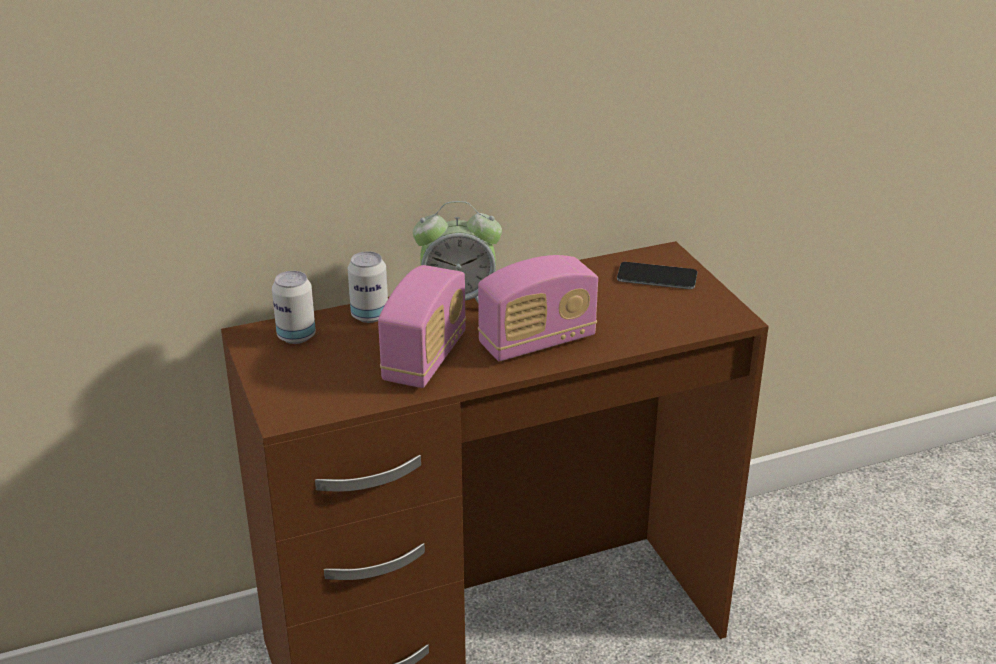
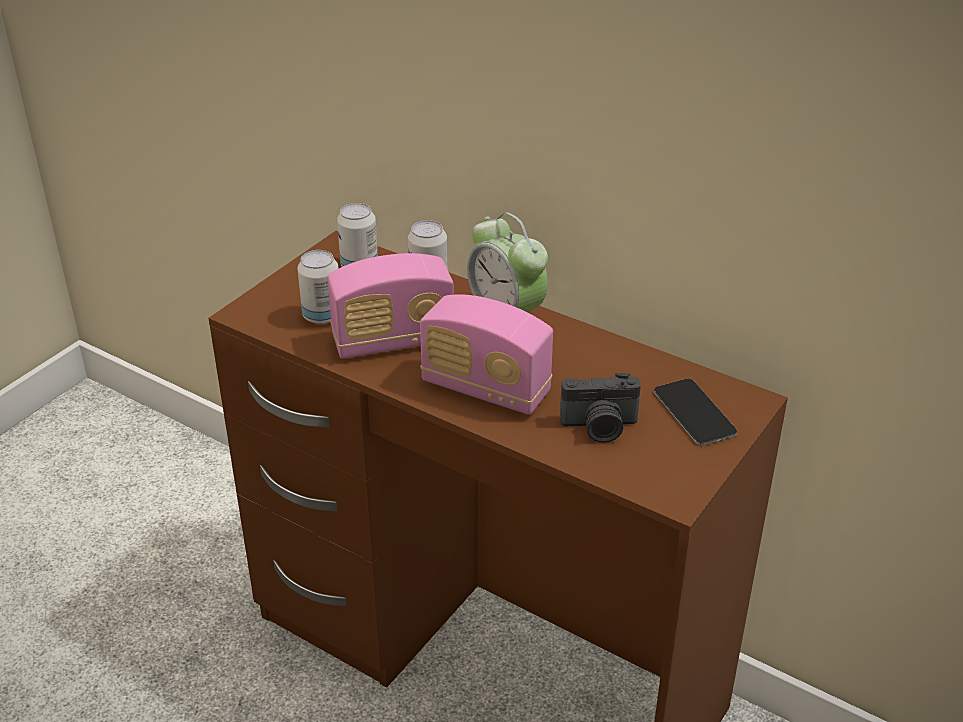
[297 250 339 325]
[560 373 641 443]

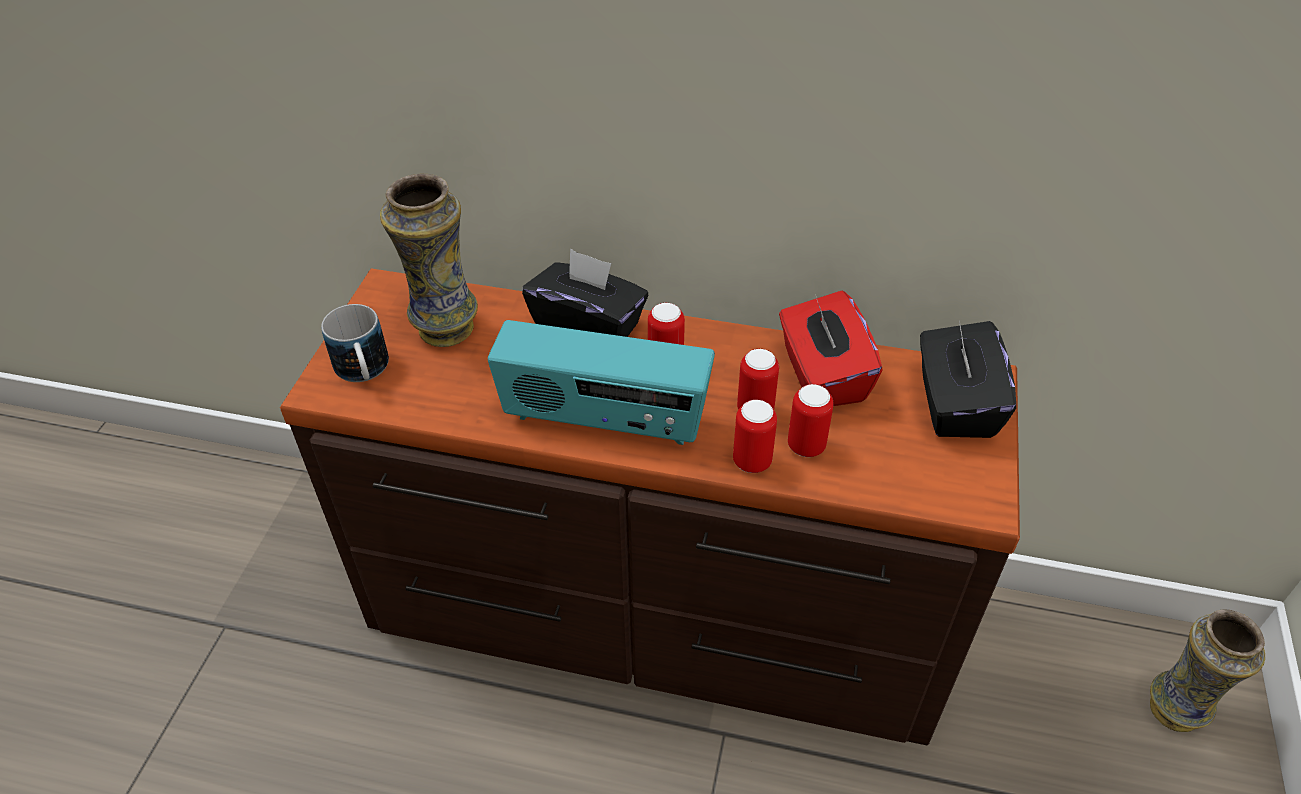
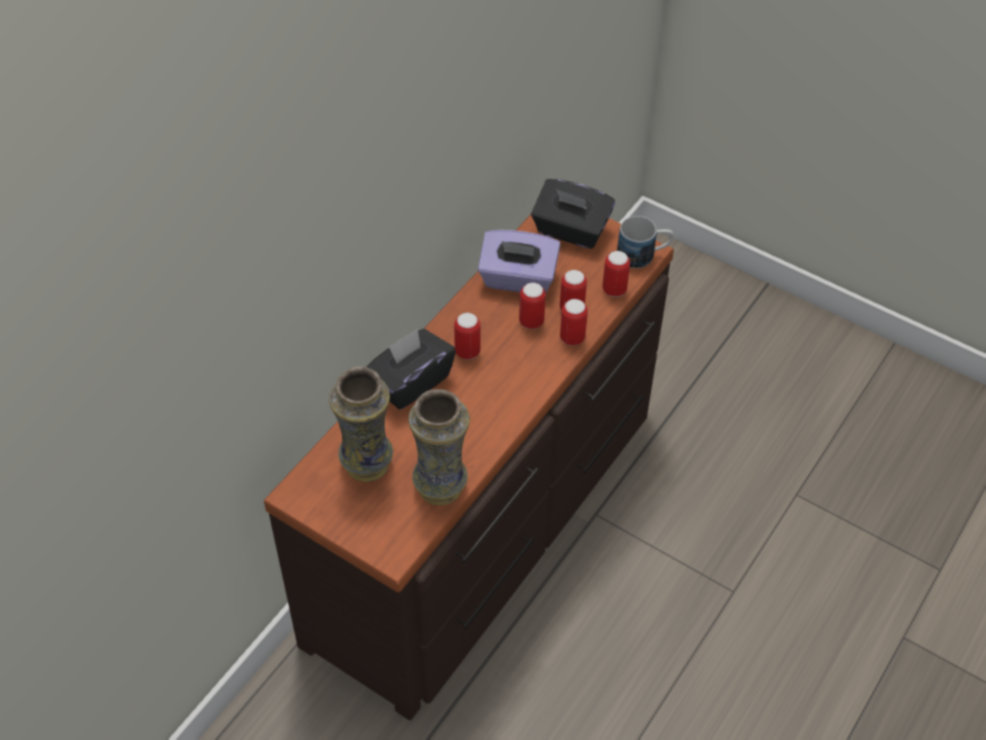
[617 216 674 268]
[488 320 715 445] (first image)
[478 230 560 293]
[408 389 470 506]
[602 251 630 297]

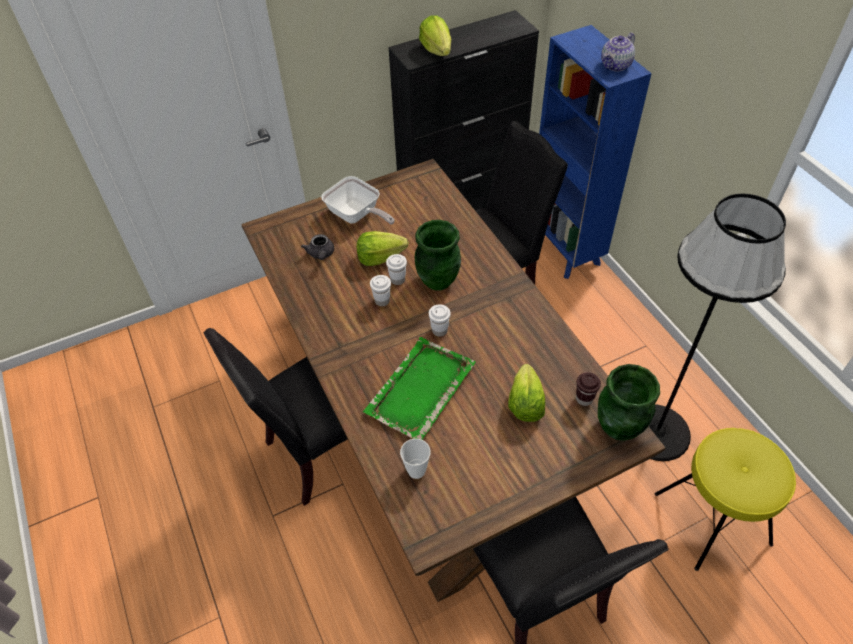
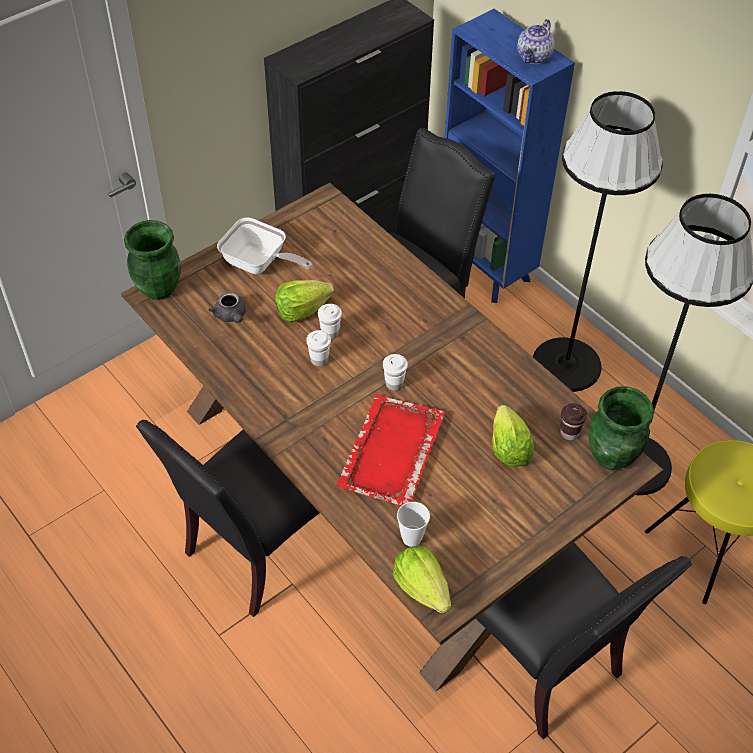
[336 394 445 505]
[124 220 181 300]
[393 546 451 614]
[533 91 663 392]

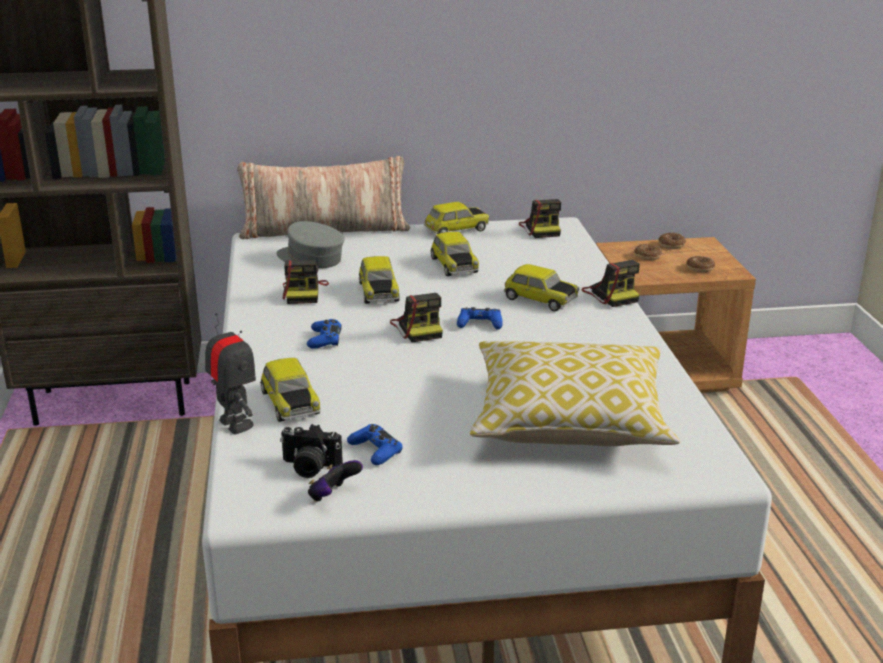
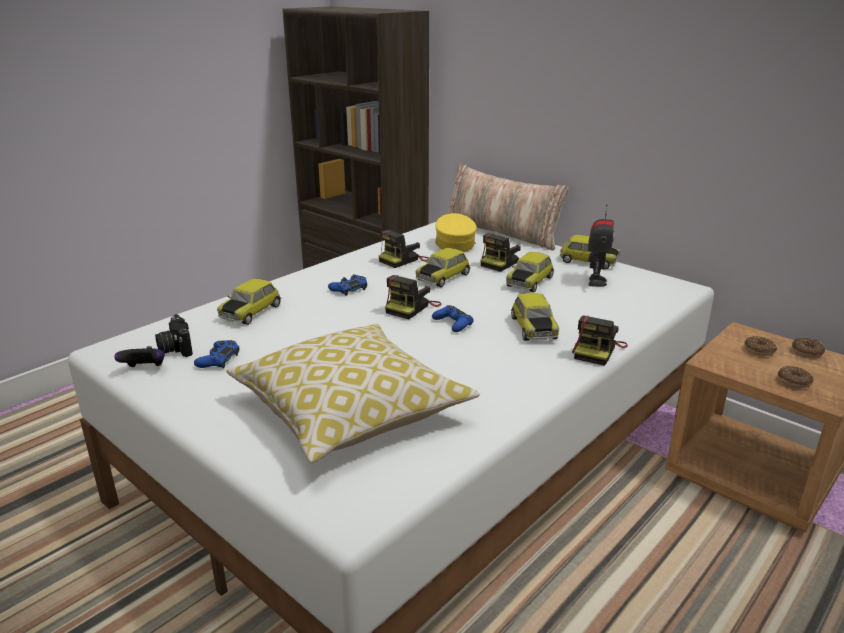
[588 204 615 287]
[435 213 477 252]
[480 233 521 272]

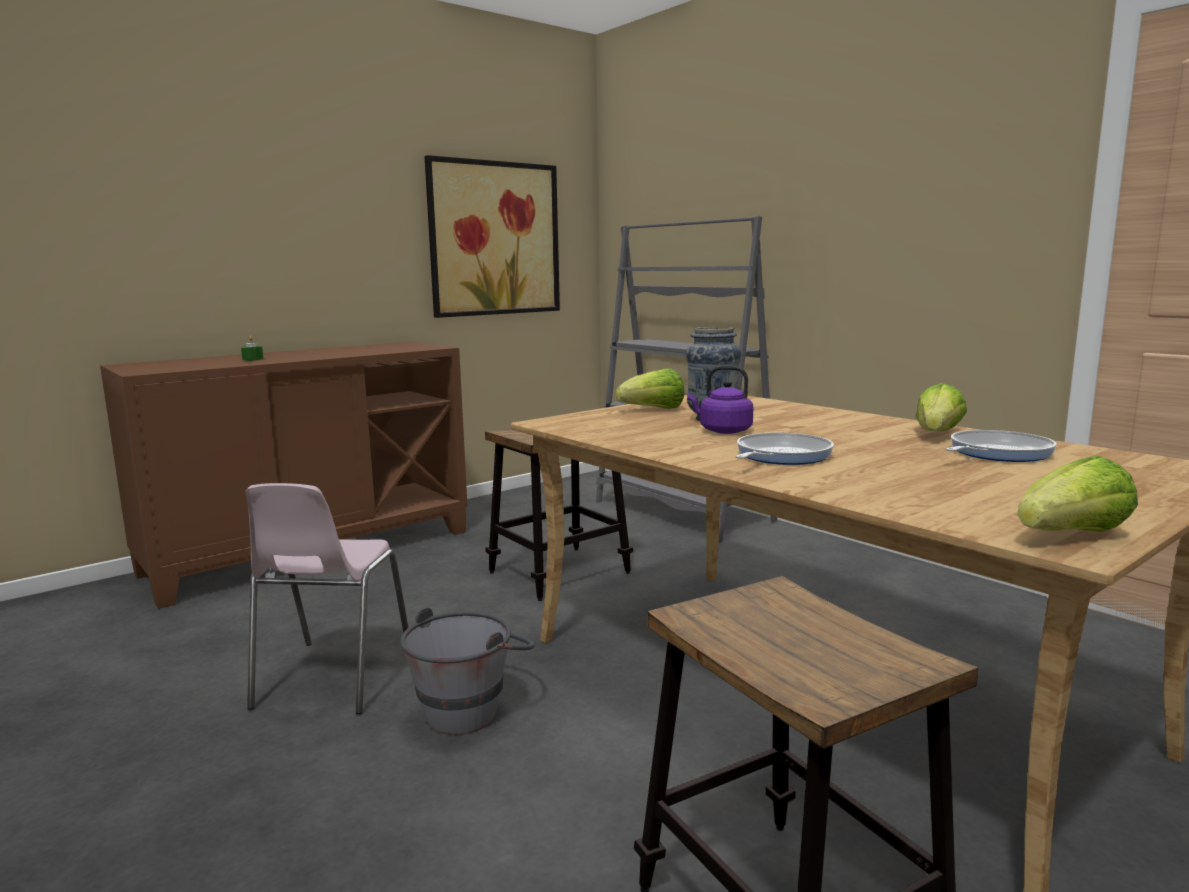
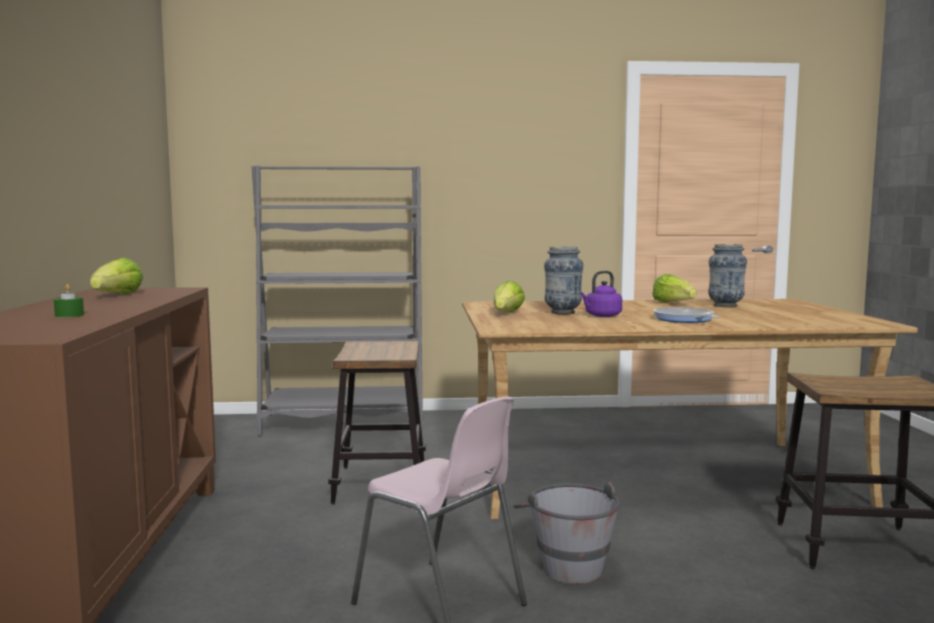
[424 155 560 318] (first image)
[708 244 747 307]
[90 258 143 294]

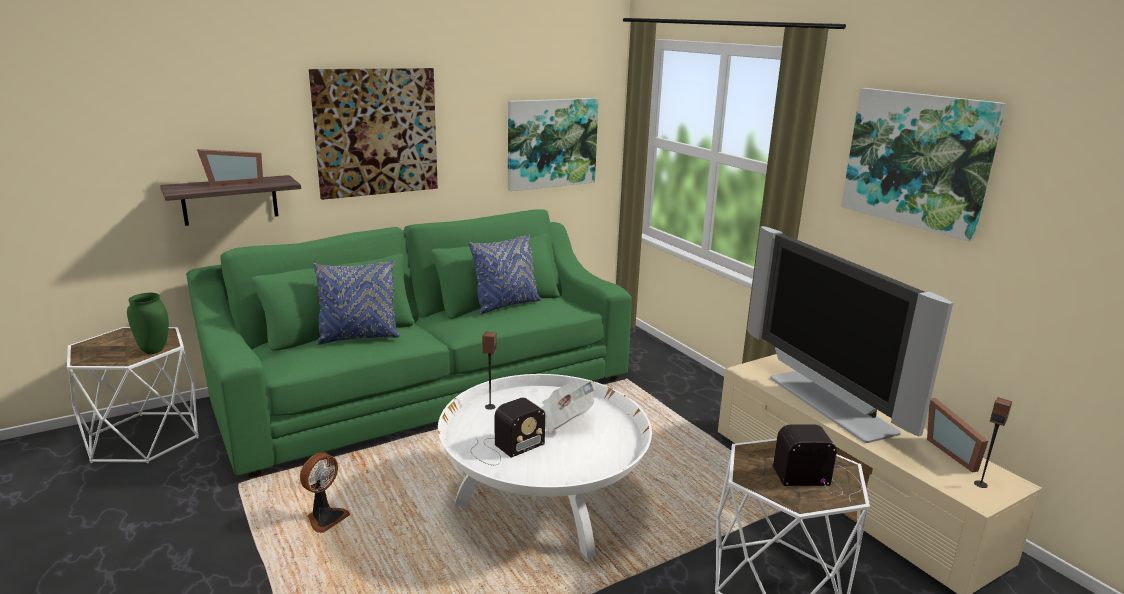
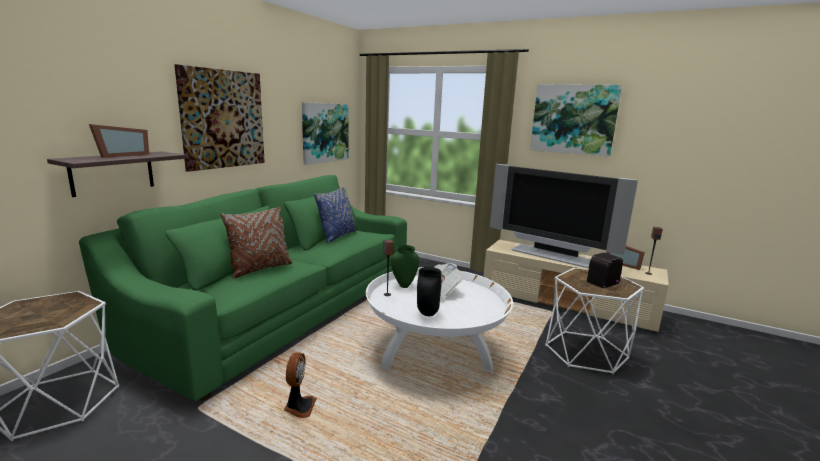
[391 245 419 288]
[221 207 292 279]
[417 267 441 316]

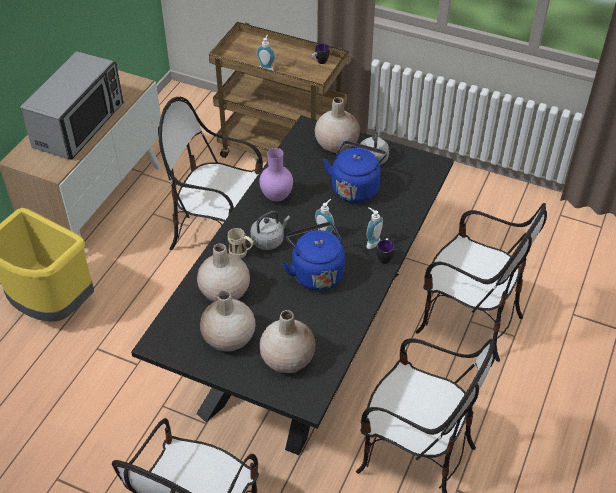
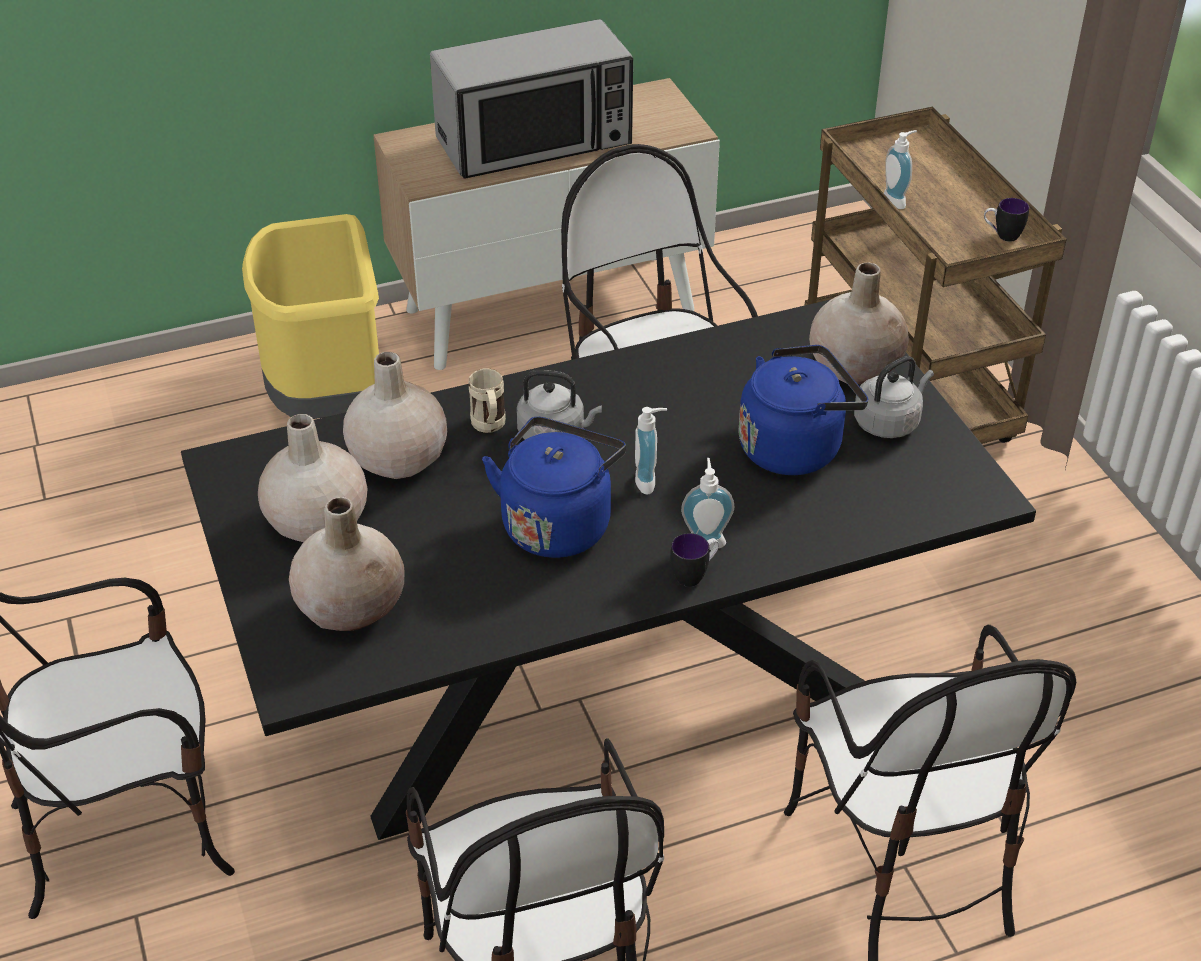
[259 148 293 202] (first image)

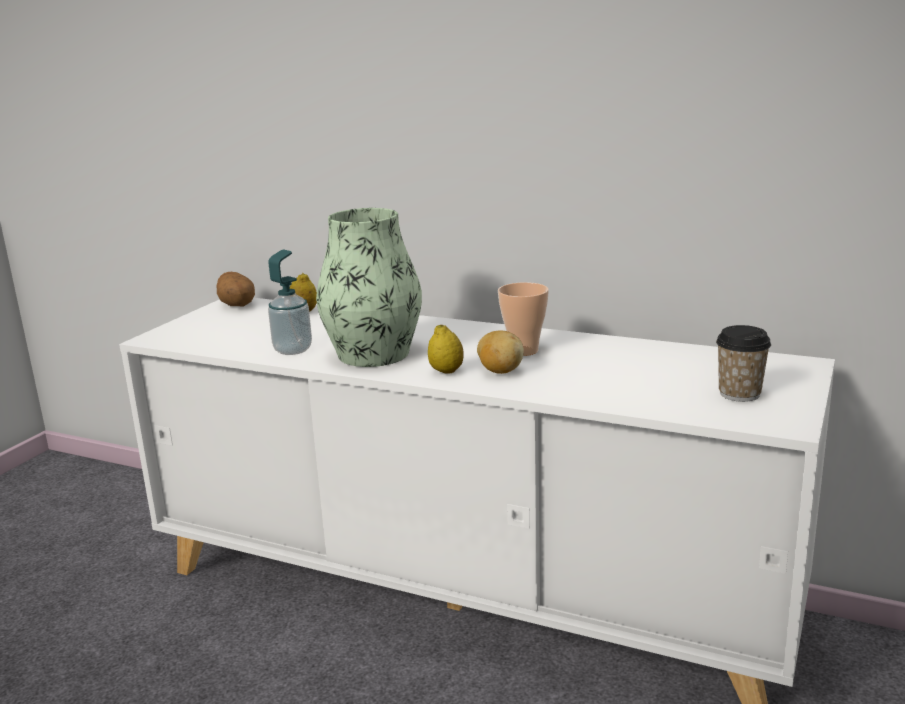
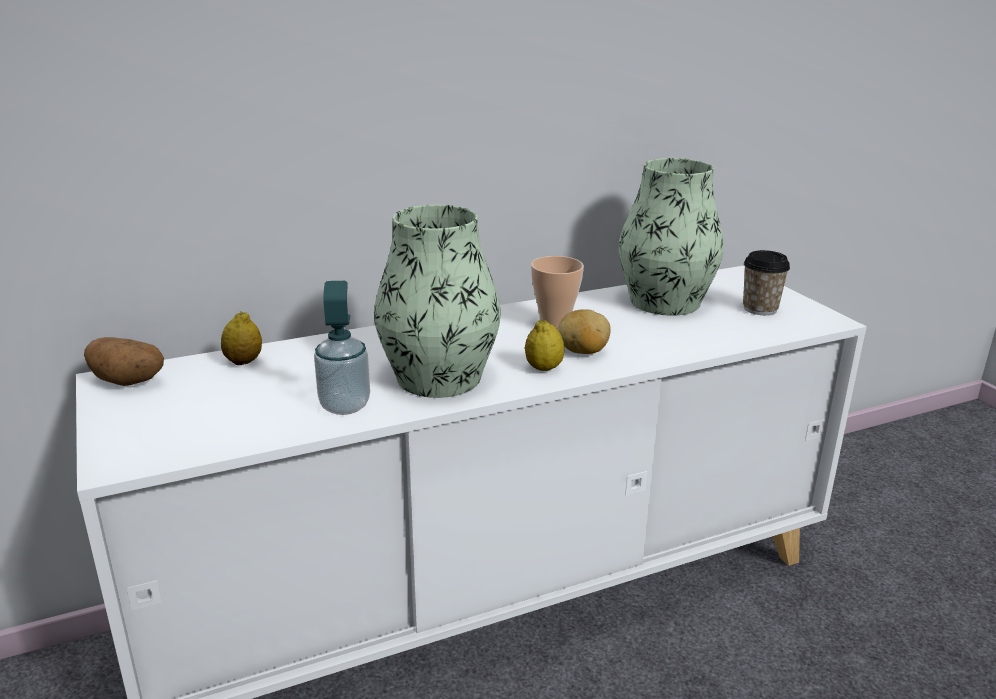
[619 158 724 316]

